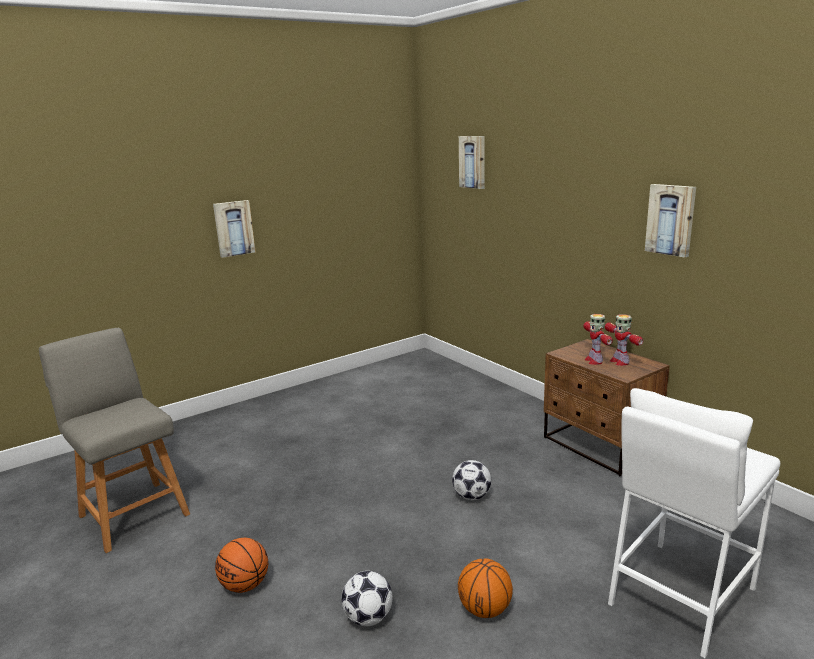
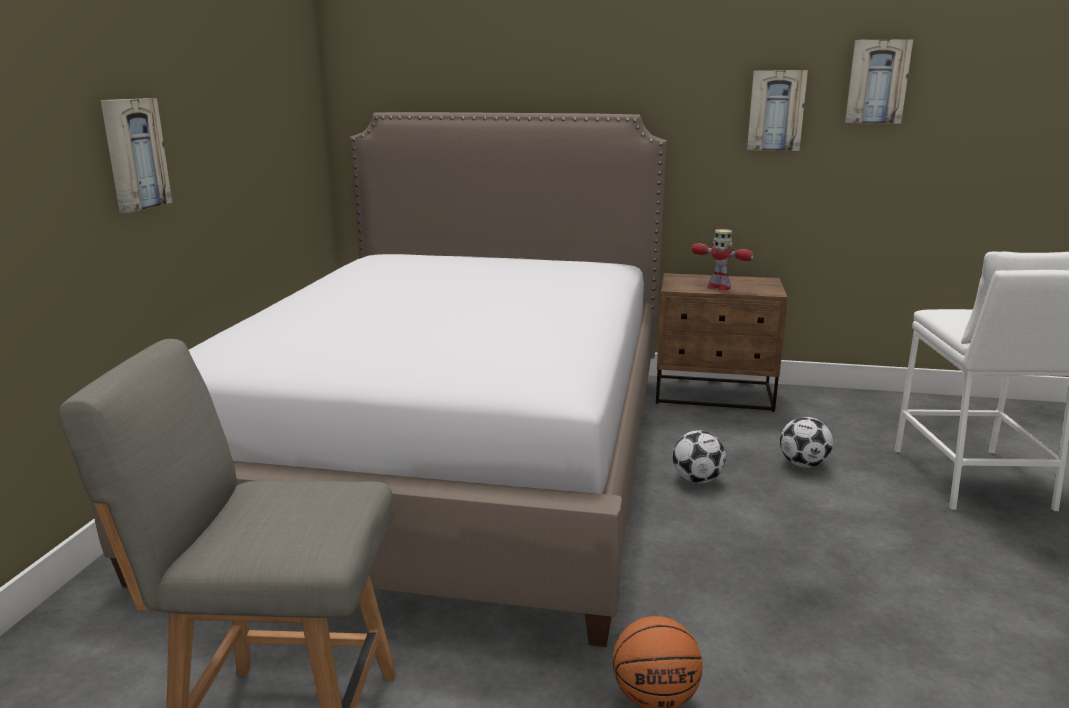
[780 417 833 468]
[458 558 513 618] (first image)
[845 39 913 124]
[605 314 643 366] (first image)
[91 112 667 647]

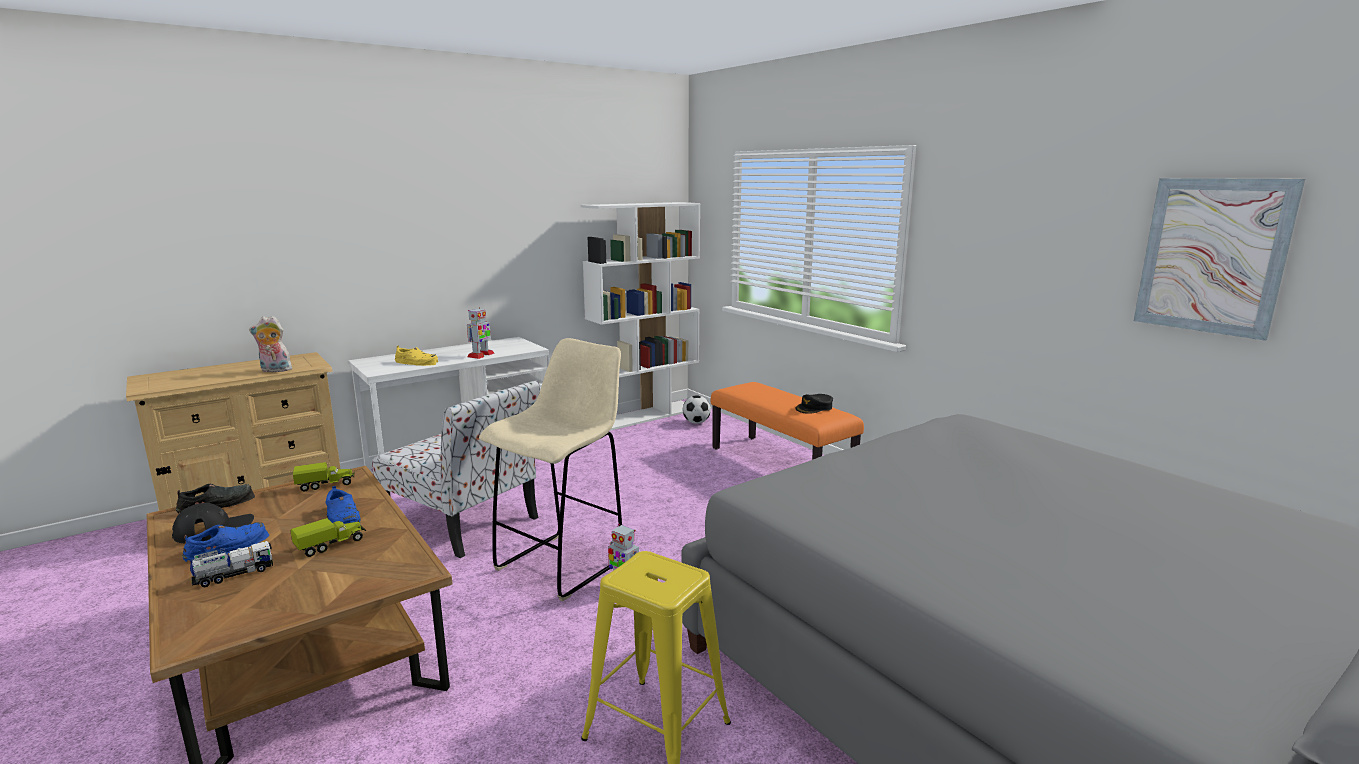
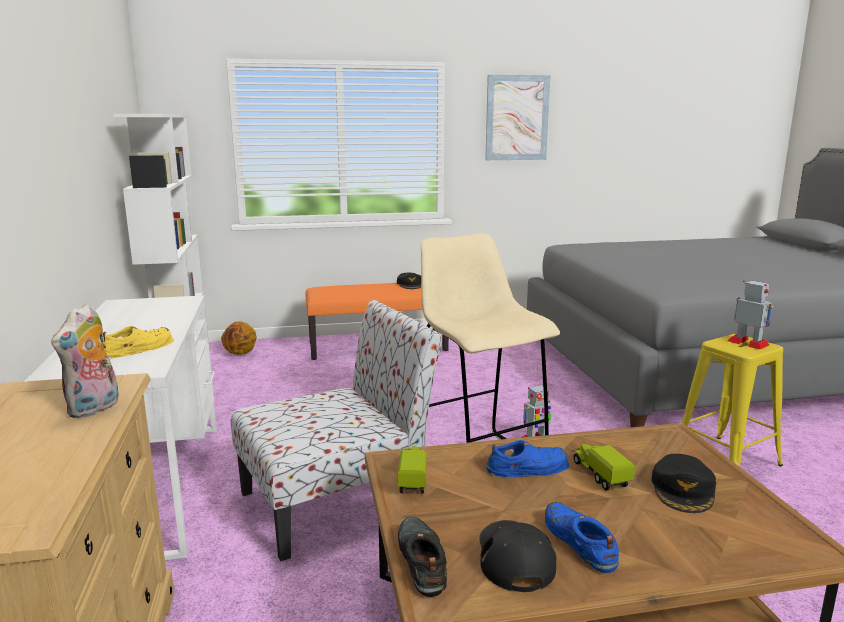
[190 541 273 587] (first image)
[728 280 773 349]
[221 321 256 355]
[485 75 551 160]
[651 454 716 513]

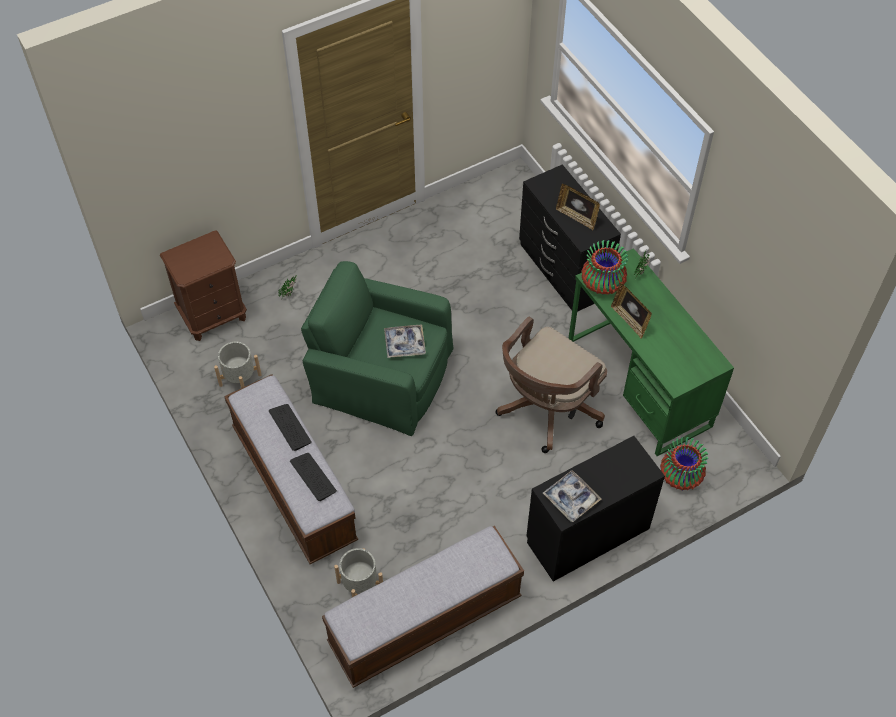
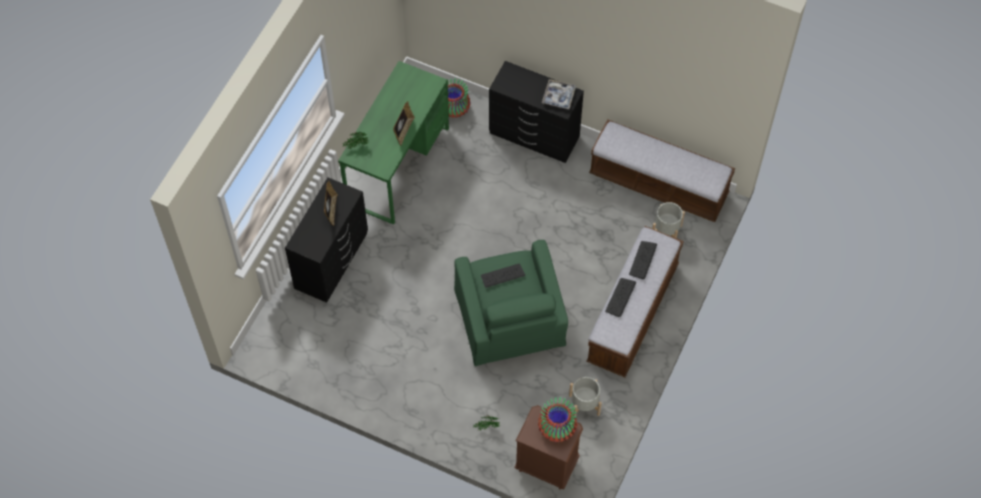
[481 264 525 288]
[496 317 607 453] (first image)
[538 397 577 442]

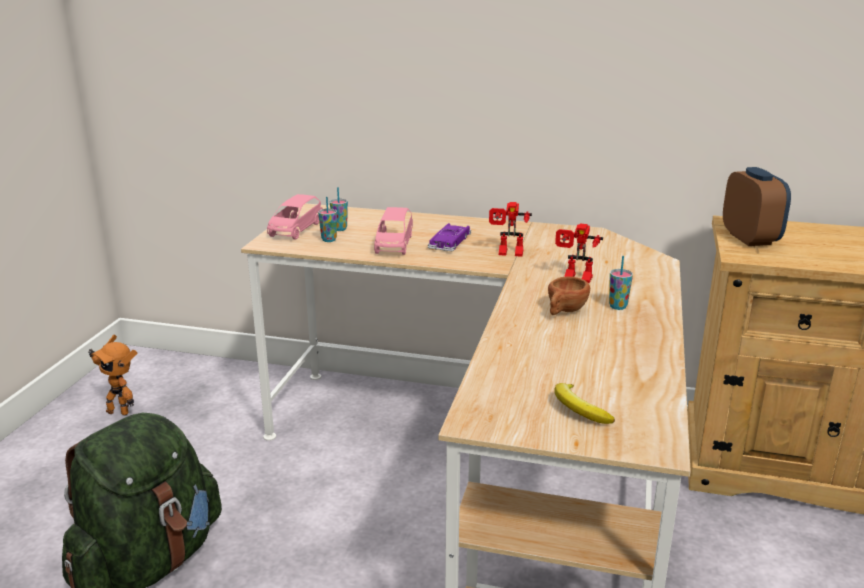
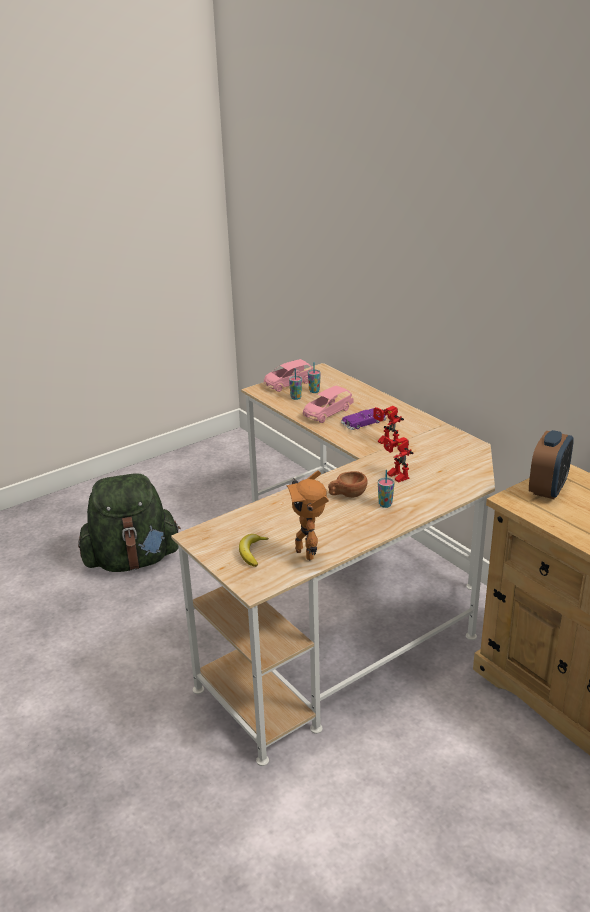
[286 471 329 560]

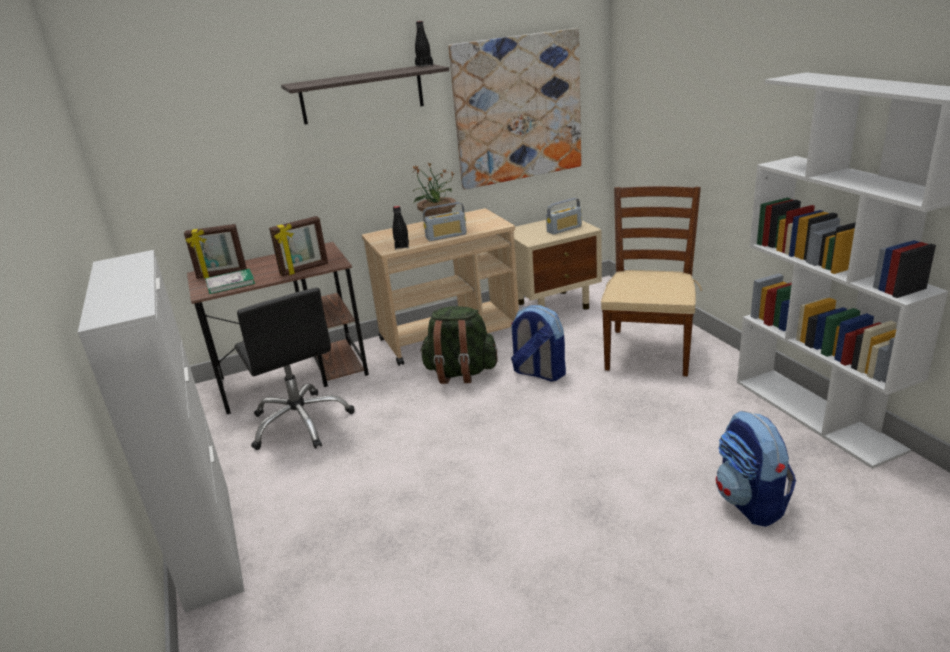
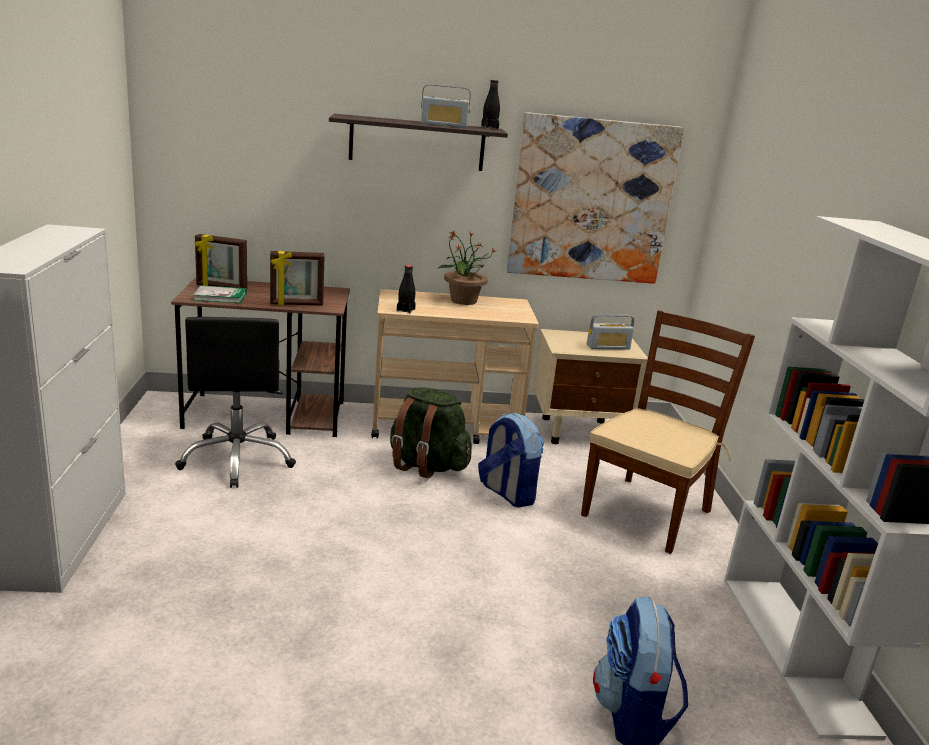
[421 84 471 128]

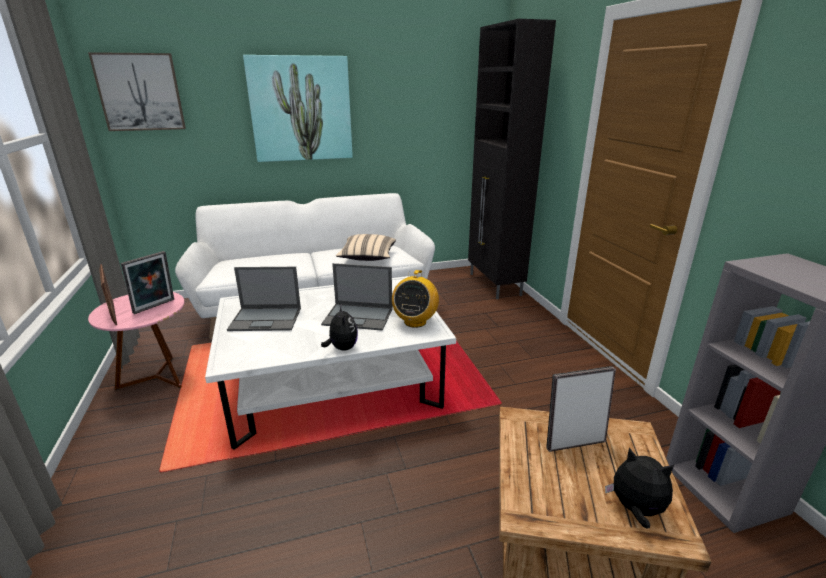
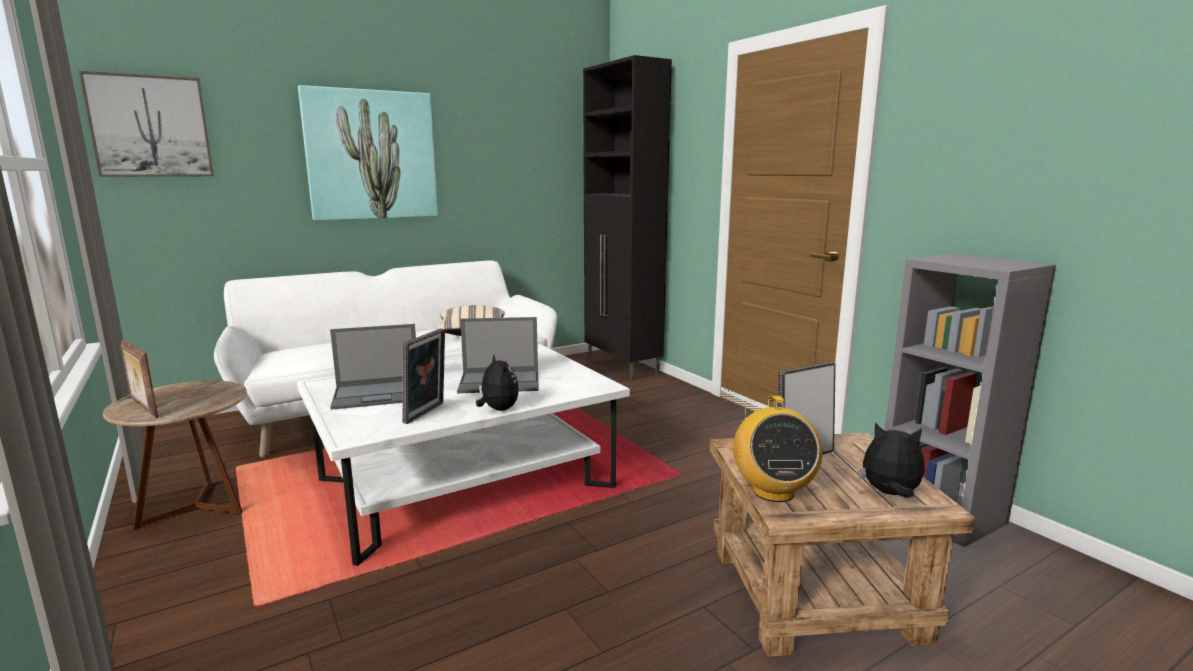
[103 380 247 530]
[403 328 445 424]
[733 396 823 502]

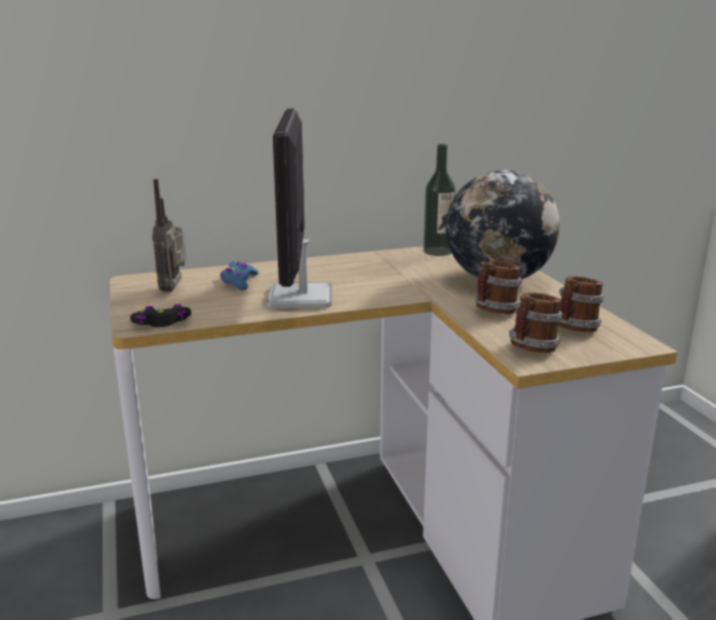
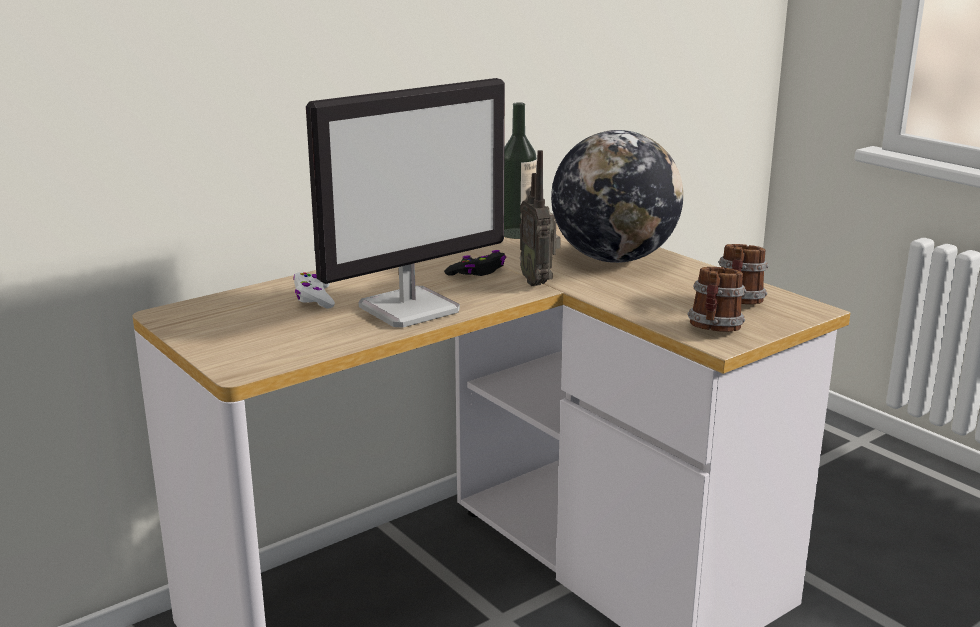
[444 250 507 276]
[520 150 561 286]
[293 272 335 308]
[306 78 505 328]
[475 261 522 314] (first image)

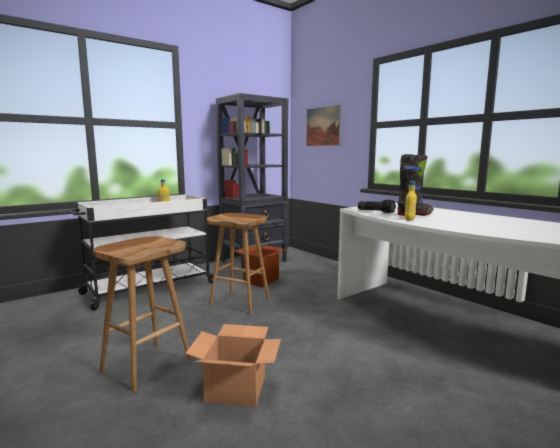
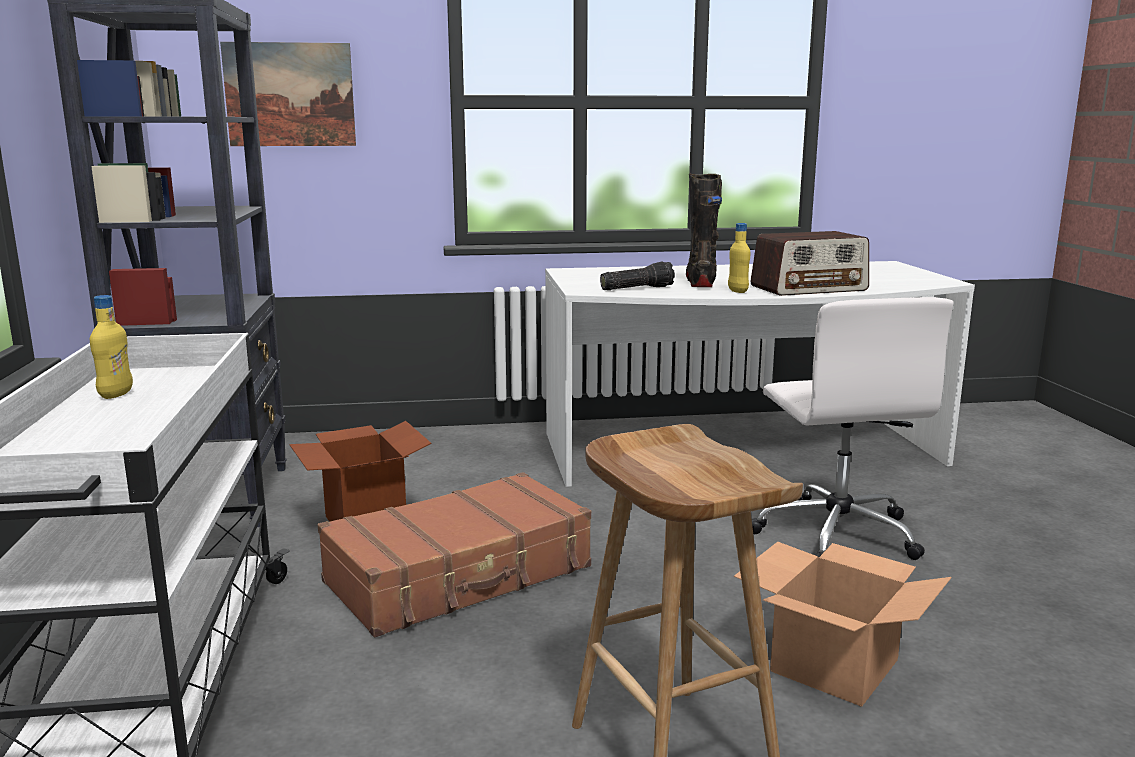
[318 472 591 637]
[750 231 869 296]
[752 297 954 560]

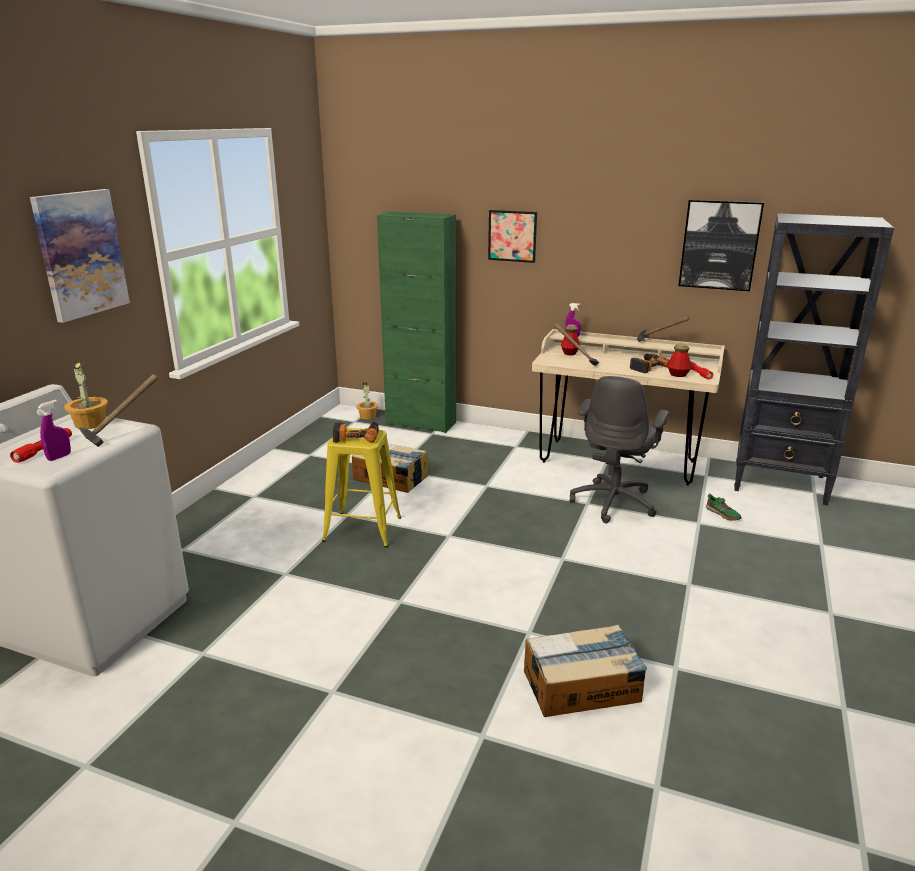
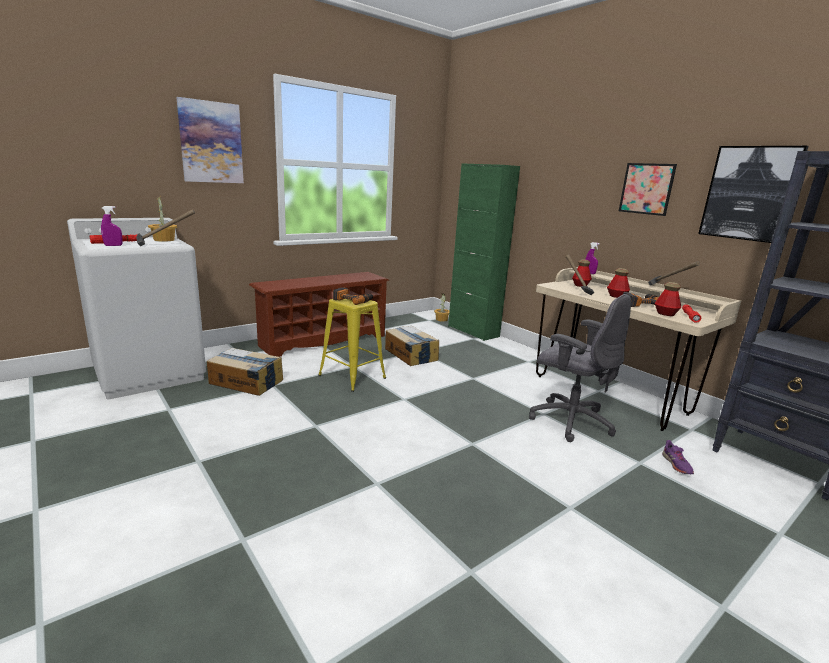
[619 163 677 216]
[207 348 283 396]
[529 294 631 442]
[662 440 694 474]
[249 272 389 357]
[607 268 630 298]

